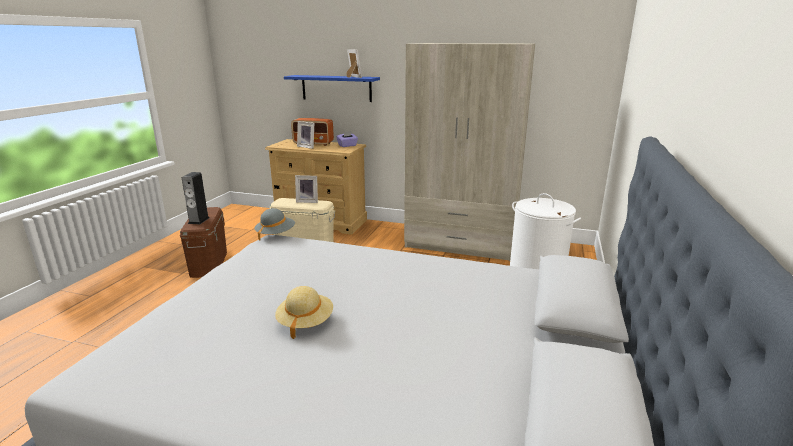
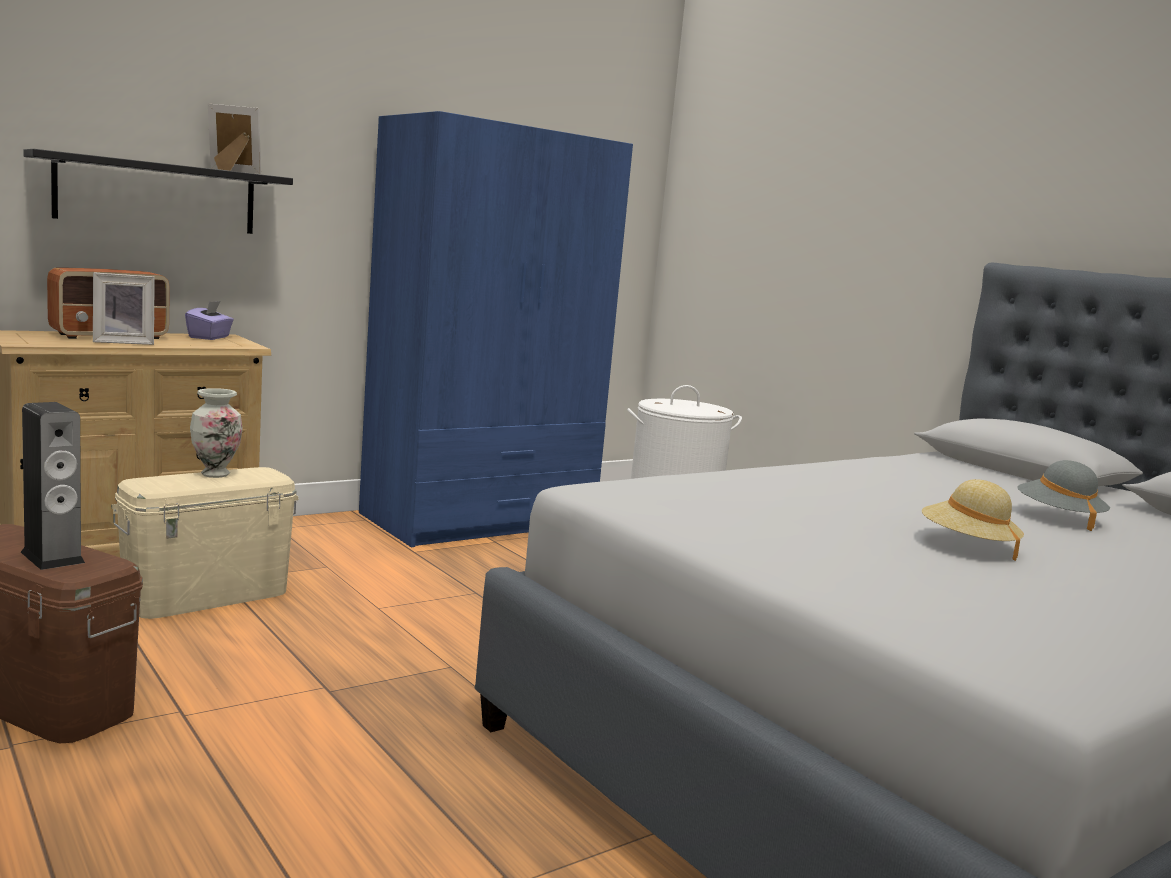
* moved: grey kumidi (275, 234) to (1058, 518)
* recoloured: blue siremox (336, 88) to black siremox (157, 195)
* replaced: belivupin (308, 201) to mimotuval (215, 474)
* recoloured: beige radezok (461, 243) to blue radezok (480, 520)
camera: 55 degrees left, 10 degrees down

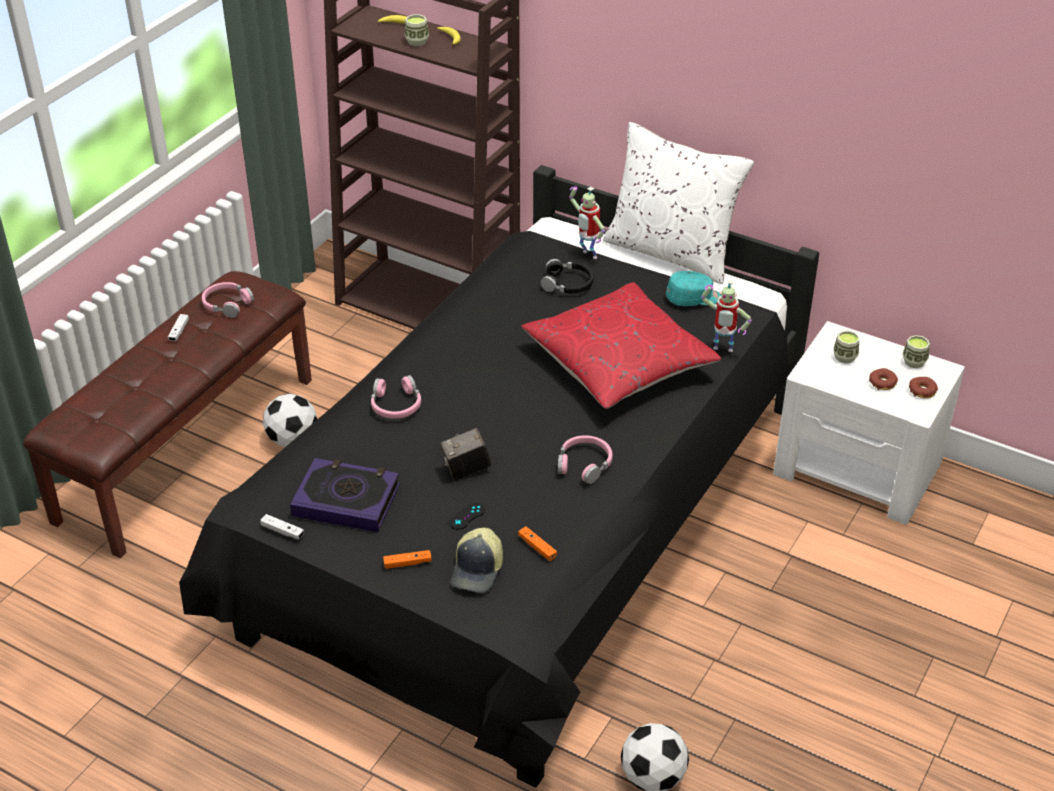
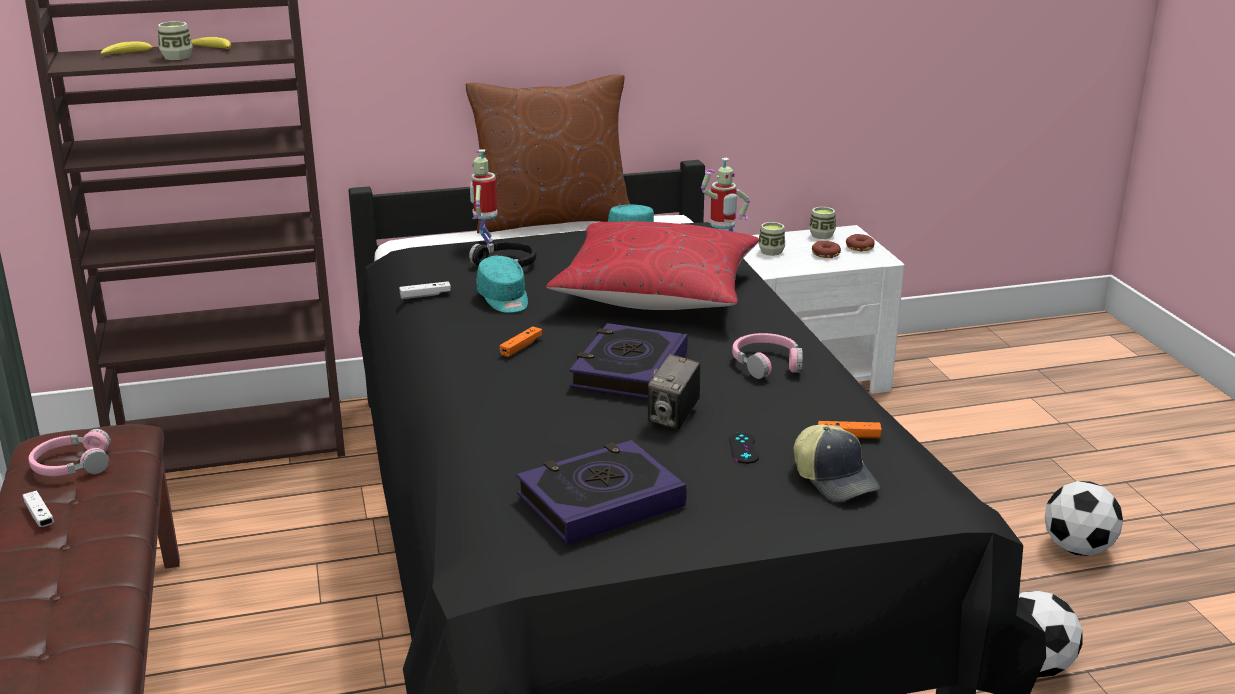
* moved: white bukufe (282, 531) to (425, 295)
* moved: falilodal (292, 440) to (1077, 549)
* removed: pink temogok (396, 405)
* moved: orange bukufe (407, 563) to (521, 347)
* turned: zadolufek (587, 255) = (485, 243) 90 degrees clockwise
* recoloured: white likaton (671, 252) to brown likaton (552, 220)
* added: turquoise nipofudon (504, 299)
* added: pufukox (629, 370)
camera: 45 degrees left, 15 degrees down

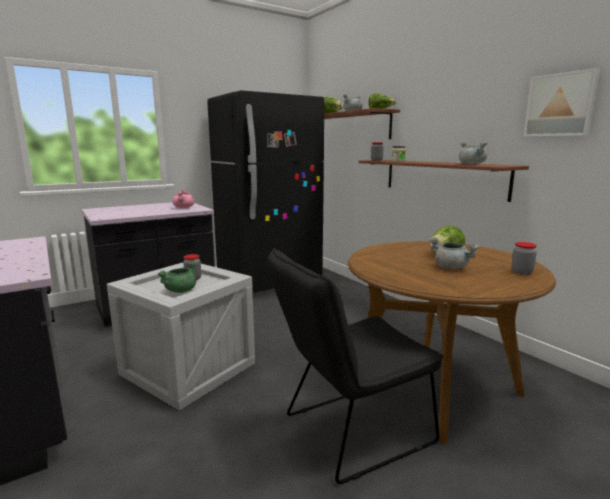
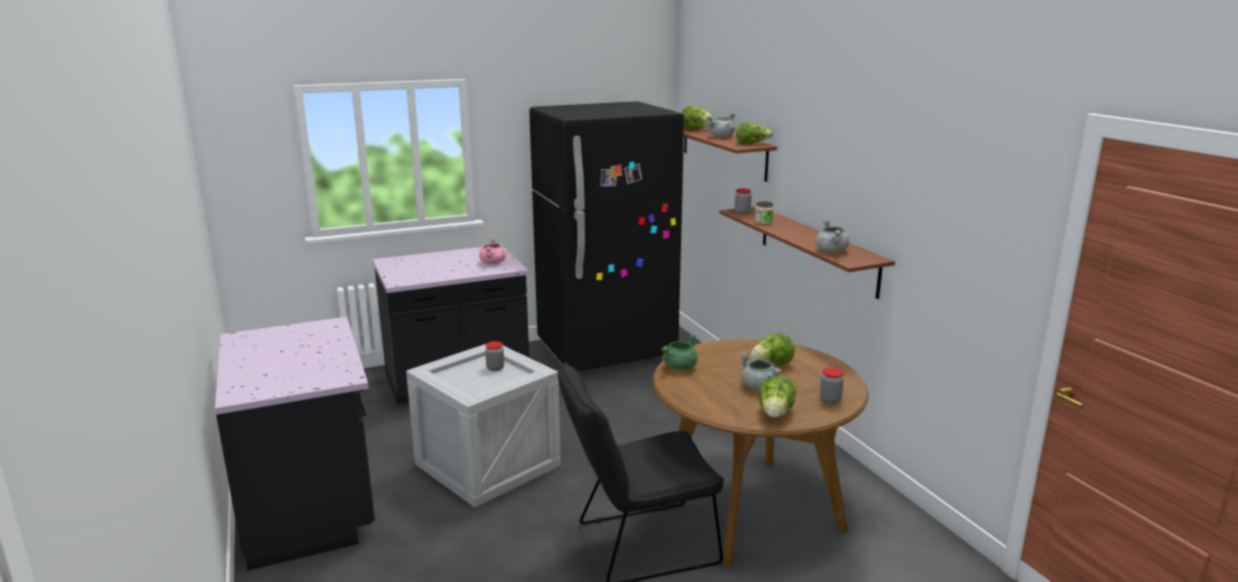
* moved: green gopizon (180, 291) to (679, 367)
* removed: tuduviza (560, 105)
* added: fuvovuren (775, 414)
camera: 10 degrees right, 5 degrees up

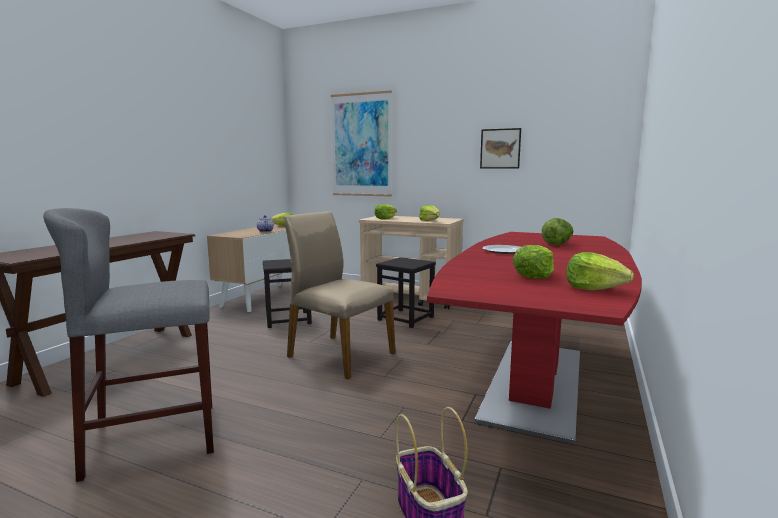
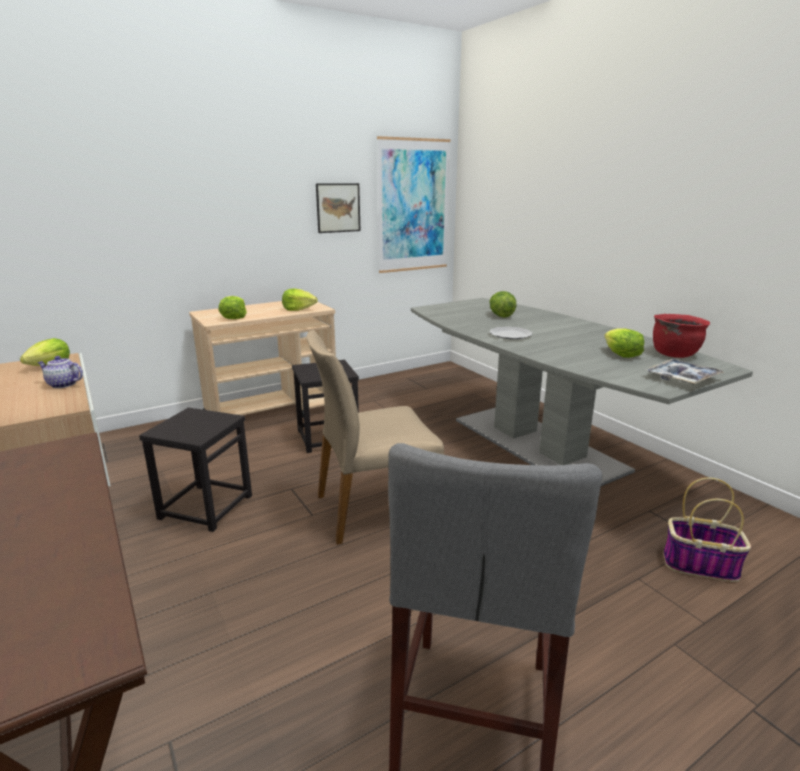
* moved: tuduviza (361, 145) to (413, 206)
* recoloured: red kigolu (535, 383) to grey kigolu (537, 444)
* replaced: fuvovuren (594, 288) to red gopizon (674, 354)
* added: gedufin (682, 378)
camera: 55 degrees left, 10 degrees up

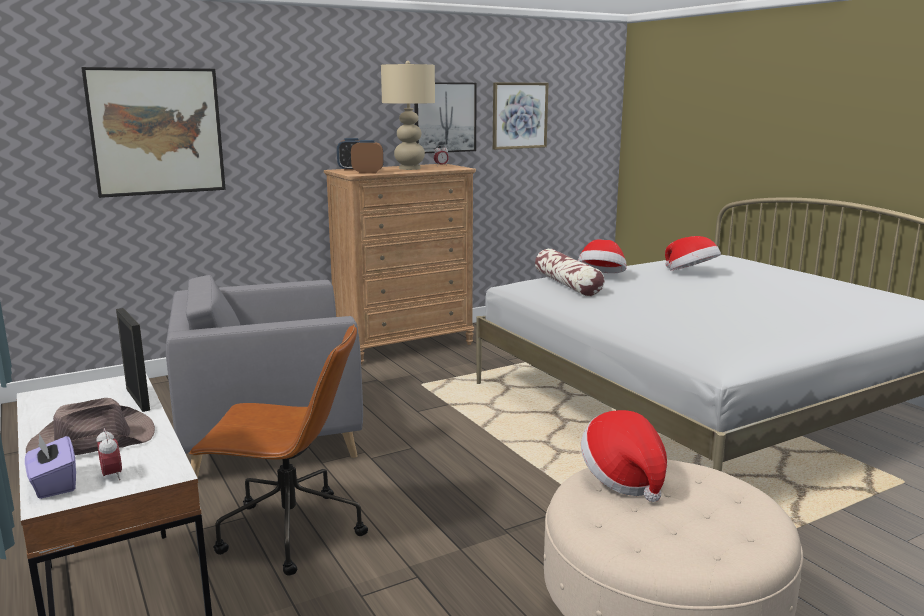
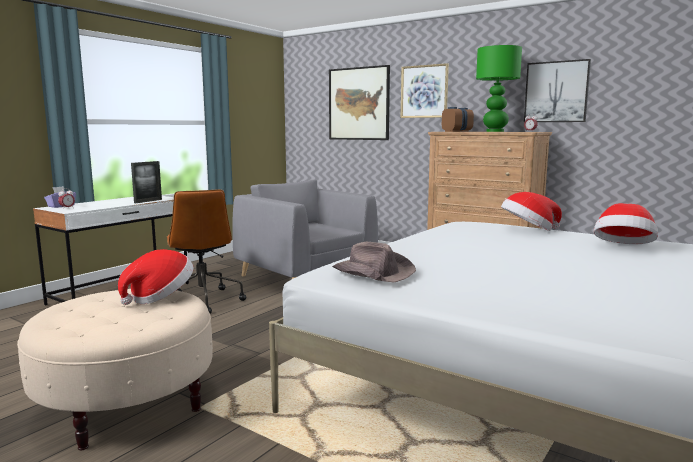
* moved: brown kumidi (91, 441) to (372, 272)
* recoloured: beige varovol (410, 168) to green varovol (495, 131)
* moved: tuduviza (519, 115) to (424, 91)
* removed: likaton (567, 284)
camera: 65 degrees right, 5 degrees down

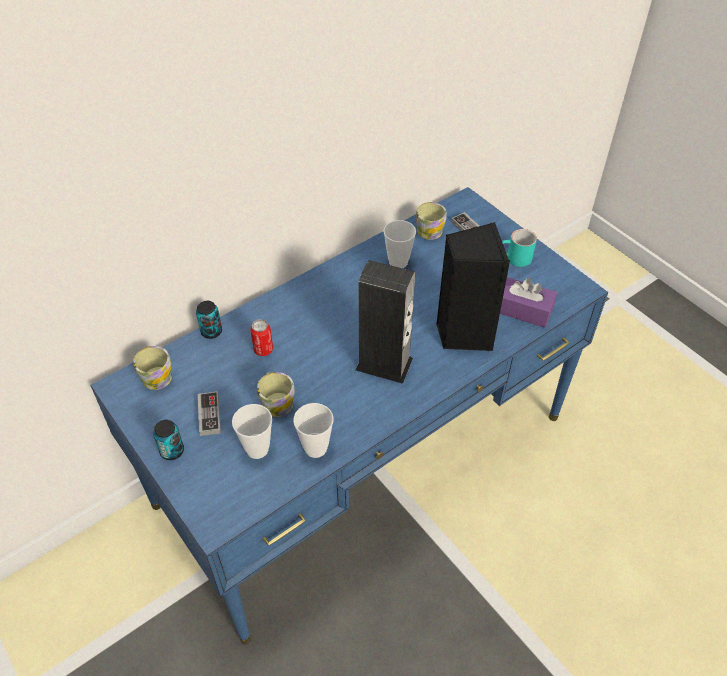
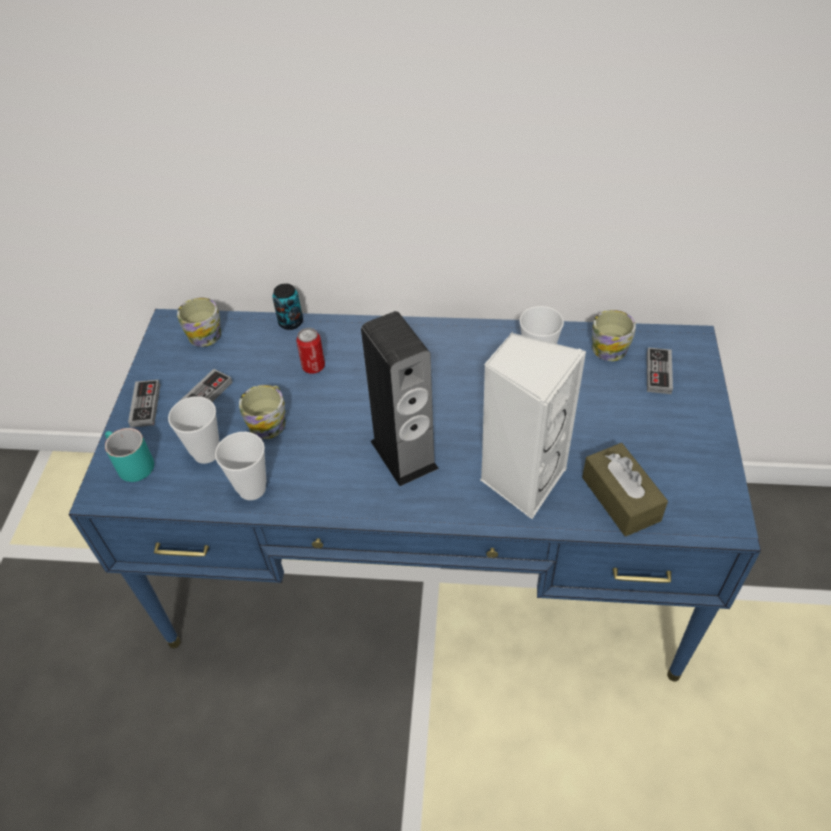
* replaced: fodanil (172, 451) to bukufe (145, 405)
* recoloured: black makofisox (463, 333) to white makofisox (521, 479)
* recoloured: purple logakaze (522, 310) to brown logakaze (620, 498)
* moved: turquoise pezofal (514, 259) to (130, 464)
camera: 45 degrees right, 0 degrees up

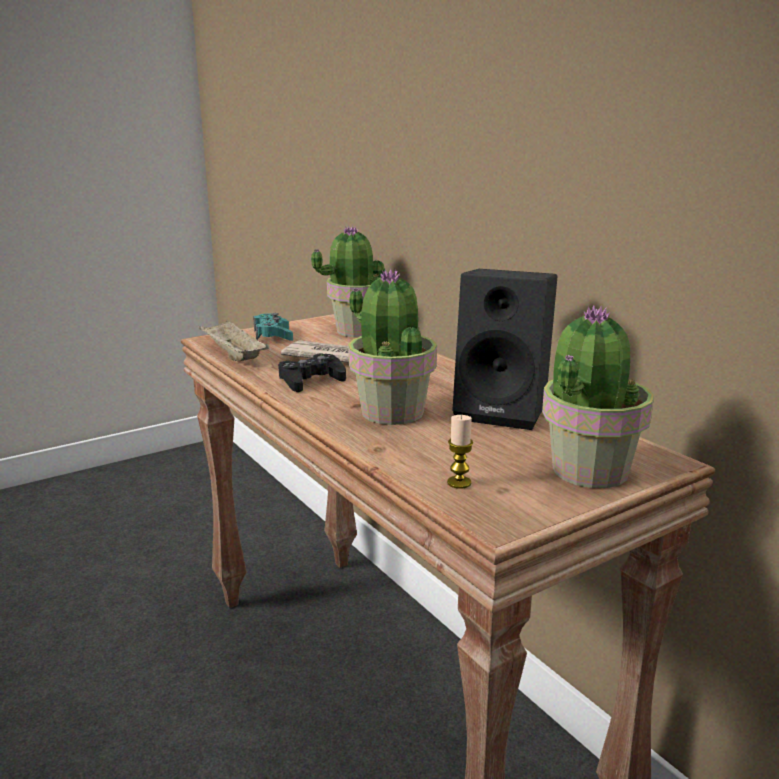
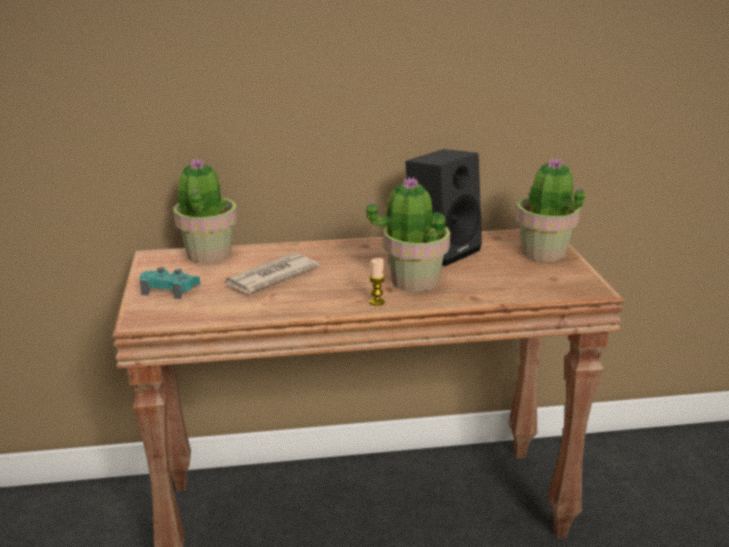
* removed: beige gedufin (233, 356)
* removed: black bukufe (311, 380)
* moved: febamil (459, 483) to (376, 302)
camera: 65 degrees left, 5 degrees up

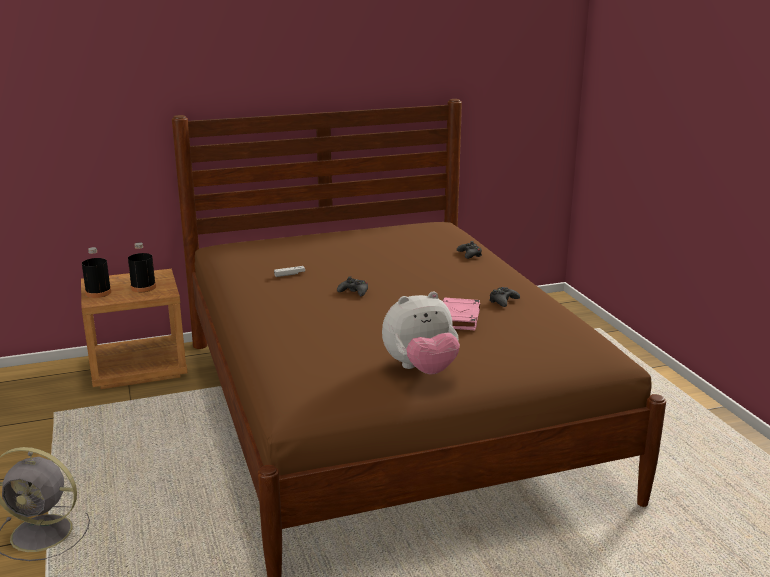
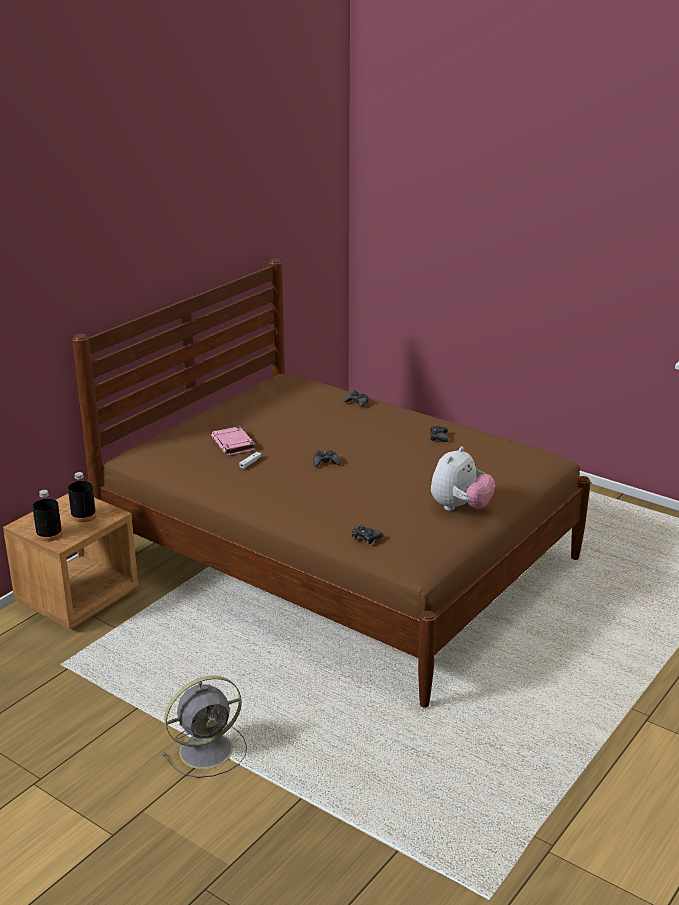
* moved: pink pufukox (458, 318) to (233, 444)
* added: black bukufe (365, 538)
camera: 35 degrees left, 5 degrees up

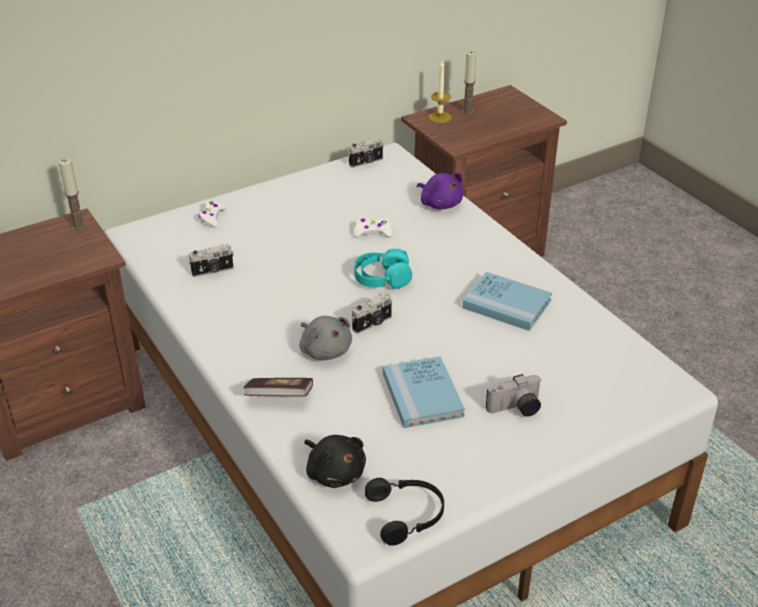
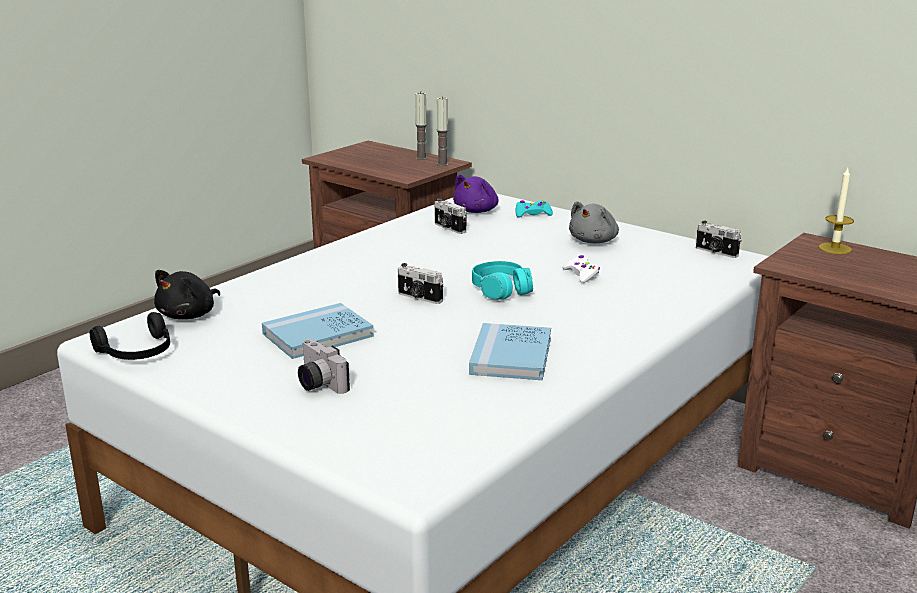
* recoloured: white bukufe (212, 217) to turquoise bukufe (532, 214)
* removed: pufukox (279, 397)
* moved: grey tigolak (325, 350) to (594, 241)
* moved: purple tigolak (440, 203) to (477, 211)
* moved: febamil (467, 111) to (421, 158)
camera: 70 degrees right, 15 degrees down

